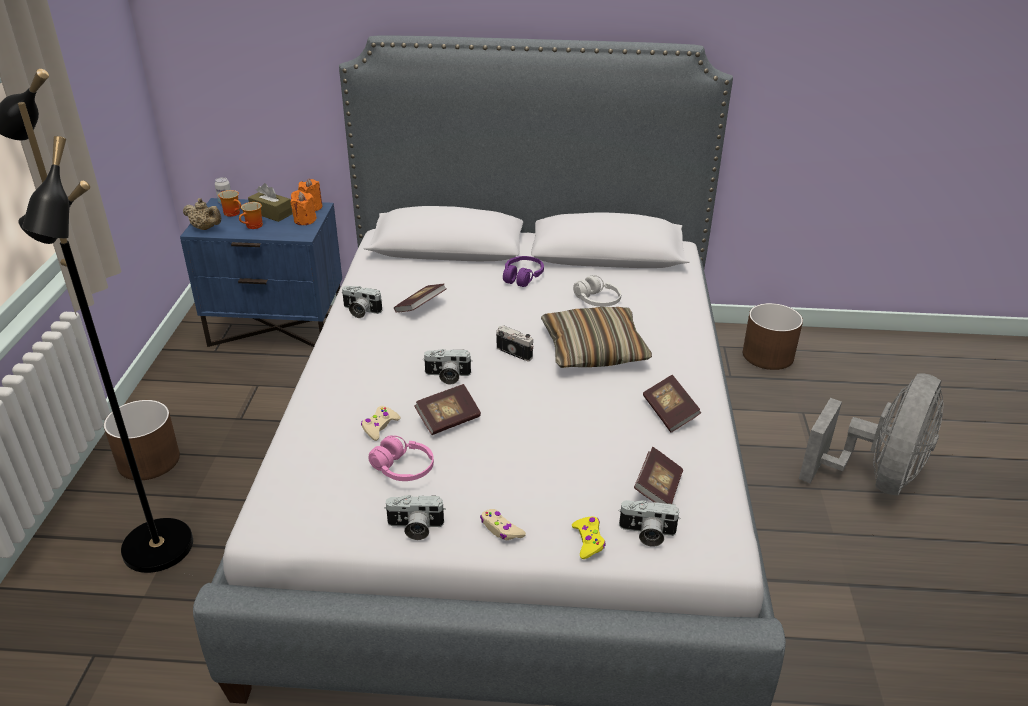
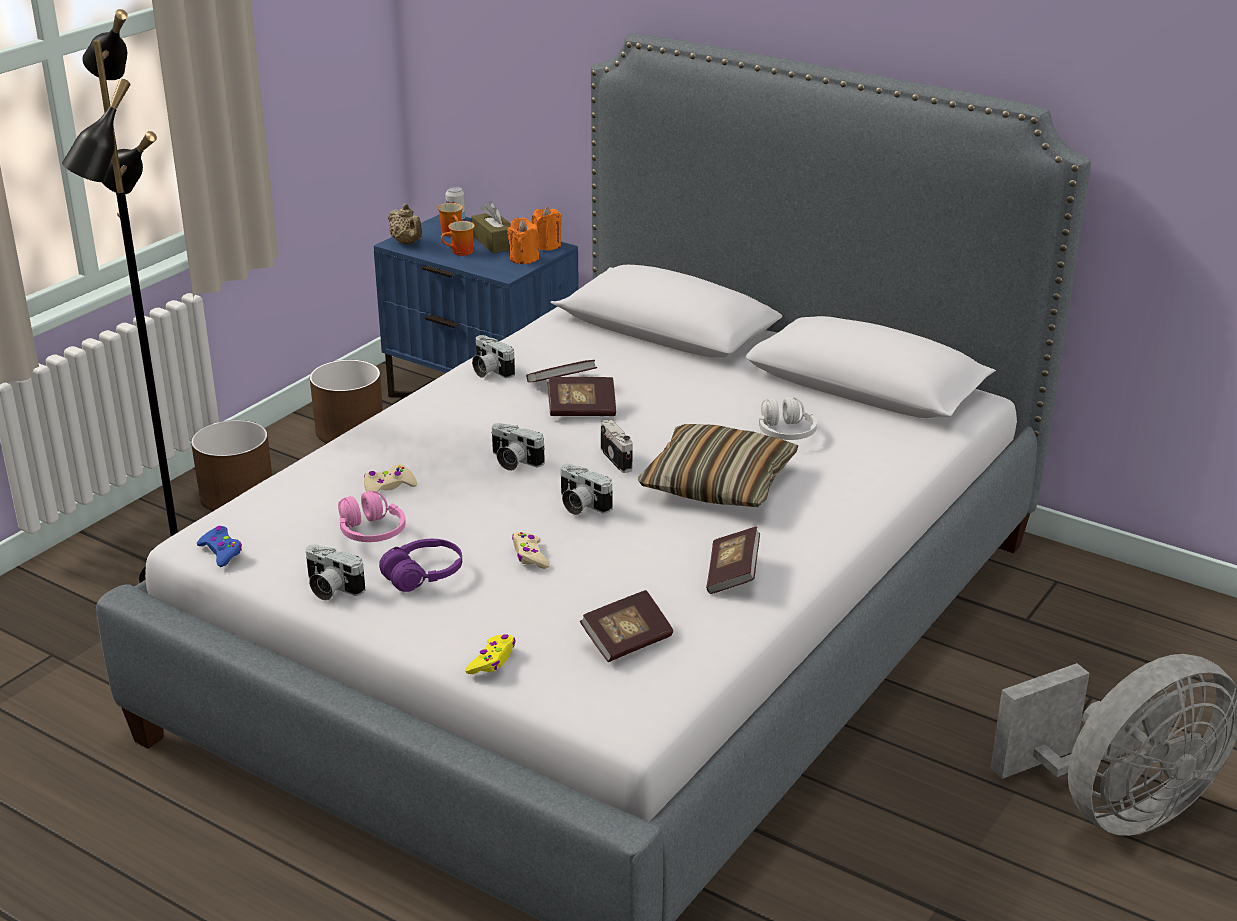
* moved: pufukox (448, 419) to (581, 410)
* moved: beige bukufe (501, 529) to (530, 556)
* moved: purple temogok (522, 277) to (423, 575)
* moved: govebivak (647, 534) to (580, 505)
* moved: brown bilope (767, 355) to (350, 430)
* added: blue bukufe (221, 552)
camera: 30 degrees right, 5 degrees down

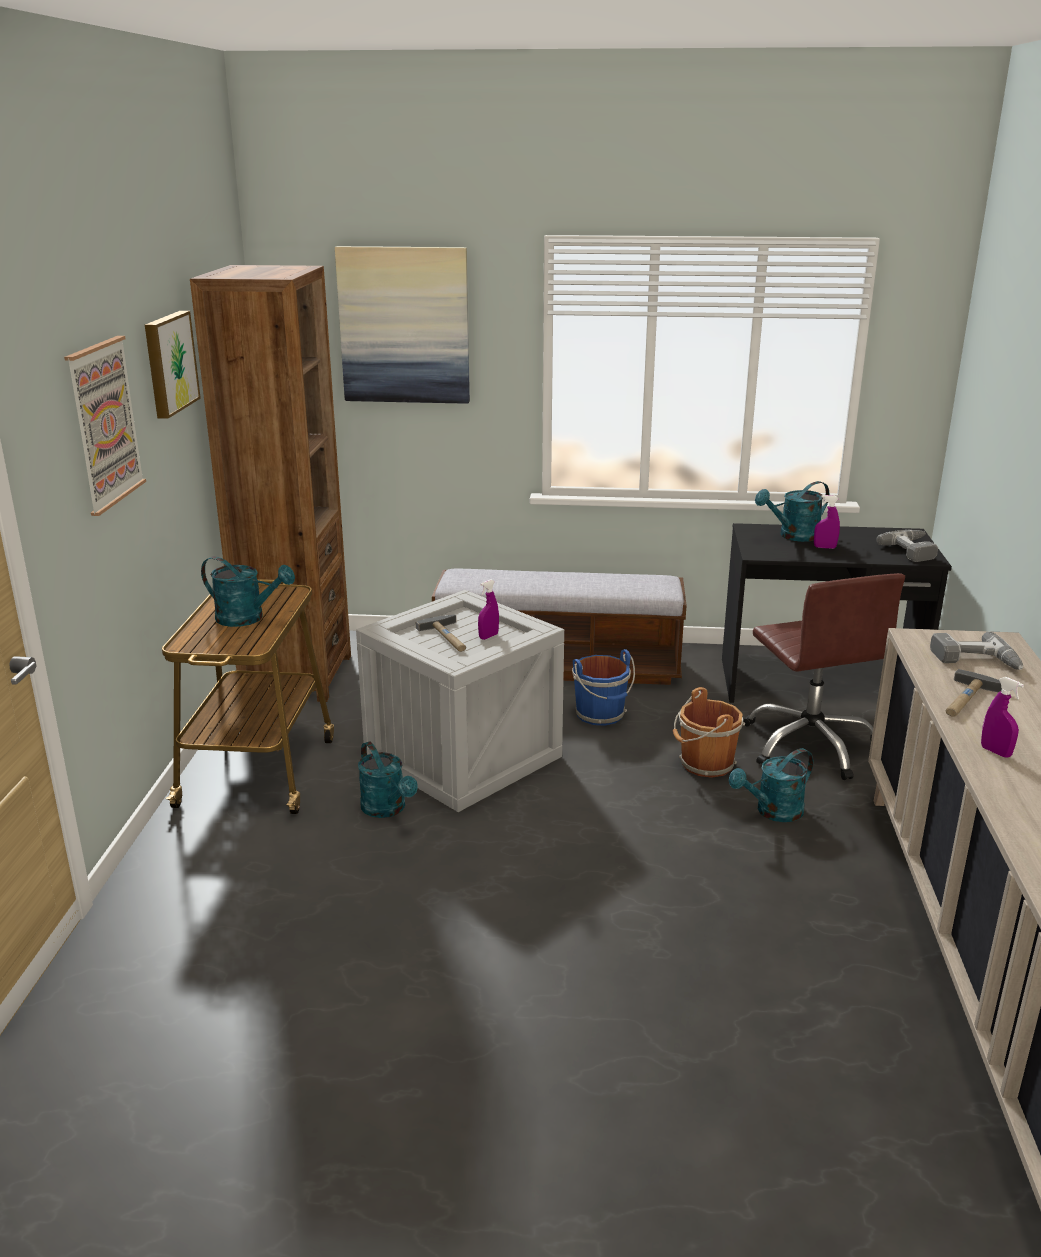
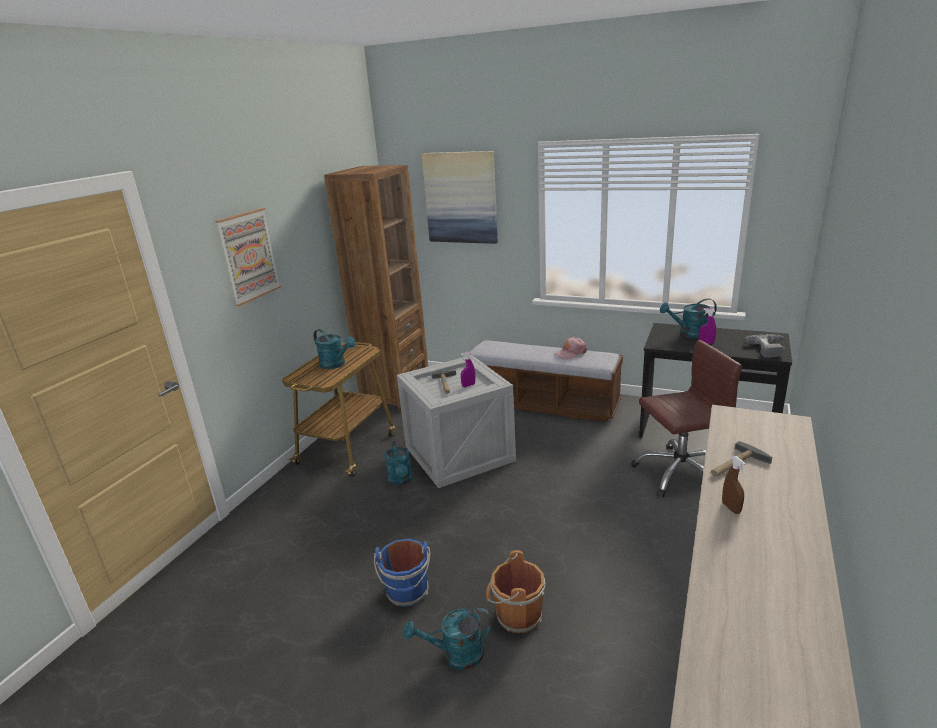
* removed: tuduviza (168, 363)
* moved: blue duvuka (601, 715) to (408, 592)
* moved: brown duvuka (704, 764) to (516, 616)
* moved: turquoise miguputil (773, 812) to (455, 655)
* turned: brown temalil (810, 744) = (679, 473) 105 degrees counterclockwise
* removed: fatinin (975, 661)
* recoloured: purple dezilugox (995, 752) to brown dezilugox (731, 508)
* added: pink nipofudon (571, 353)
camera: 20 degrees right, 0 degrees up

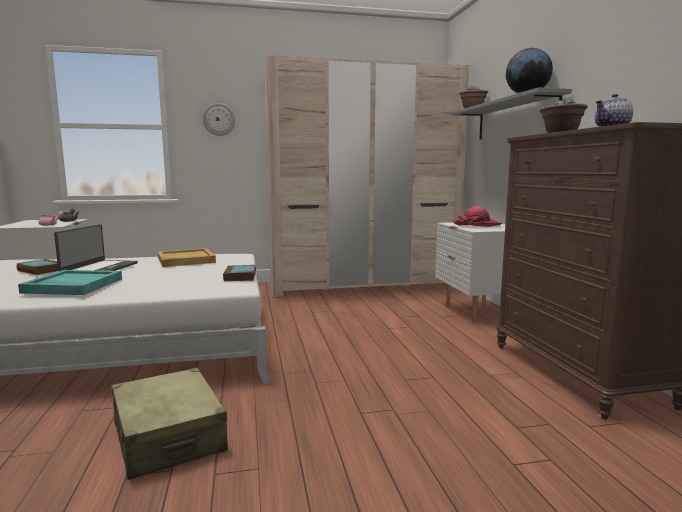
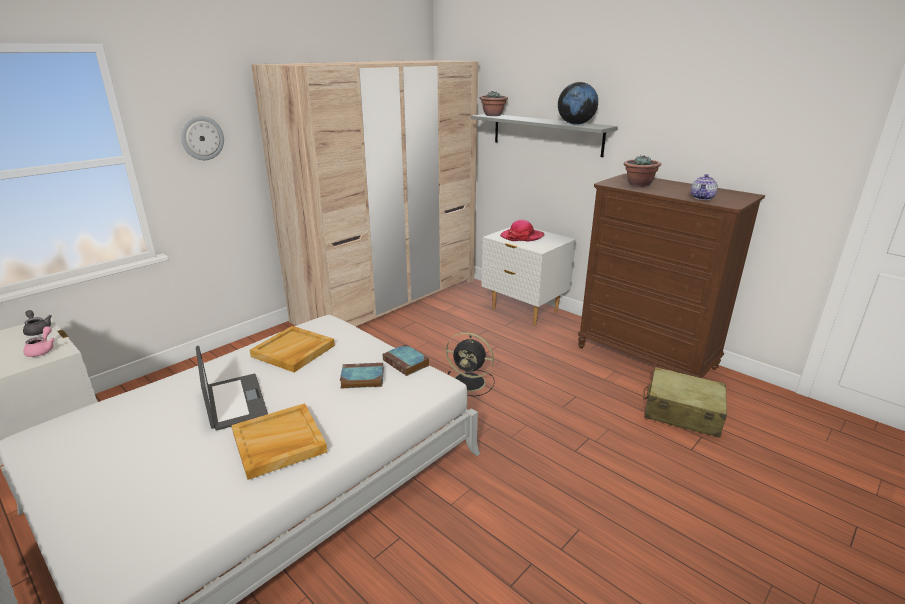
* moved: pufukox (40, 270) to (361, 379)
* recoloured: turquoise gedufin (72, 286) to beige gedufin (278, 443)
* moved: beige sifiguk (169, 437) to (682, 412)
* added: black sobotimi (470, 382)
camera: 35 degrees left, 15 degrees up

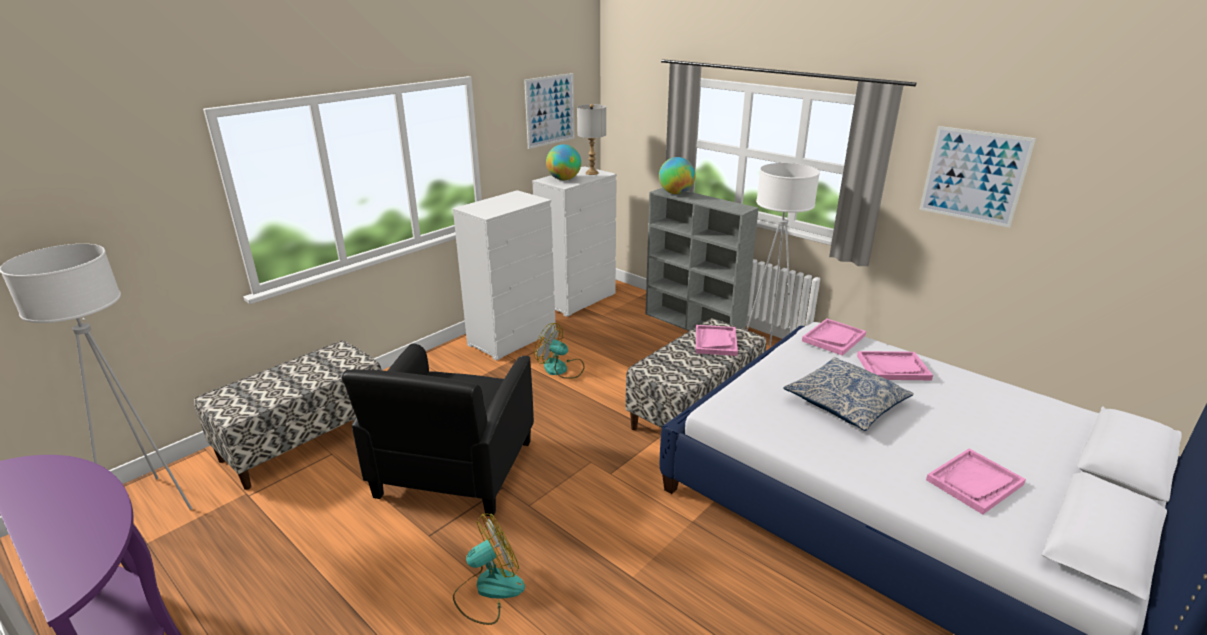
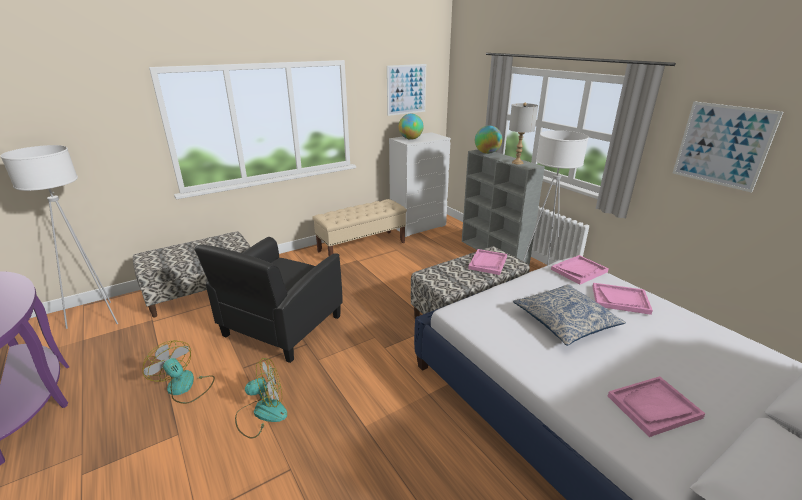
* replaced: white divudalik (512, 339) to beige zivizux (362, 247)
* moved: sobotimi (561, 369) to (185, 387)
* moved: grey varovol (592, 173) to (517, 162)
camera: 15 degrees right, 0 degrees up

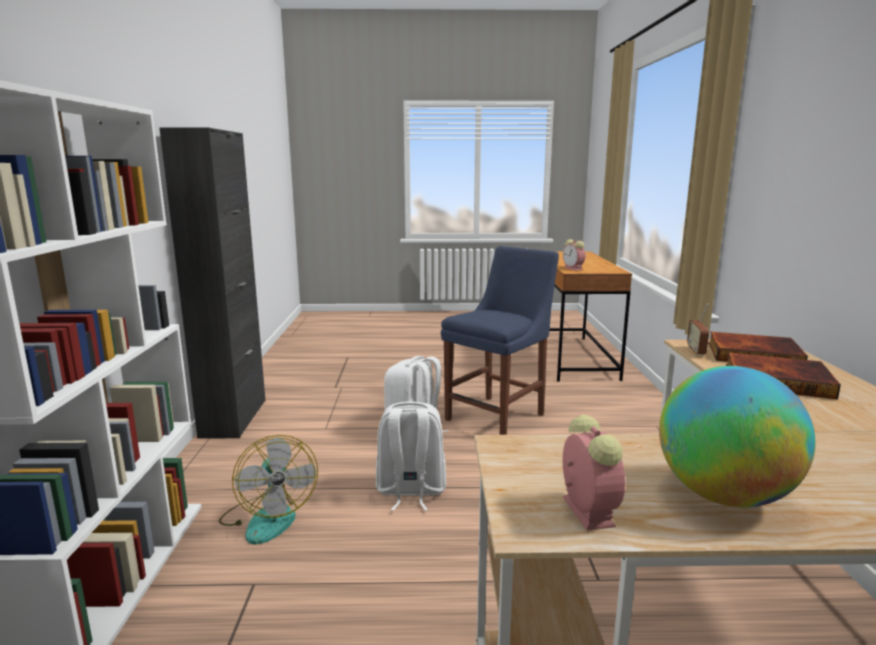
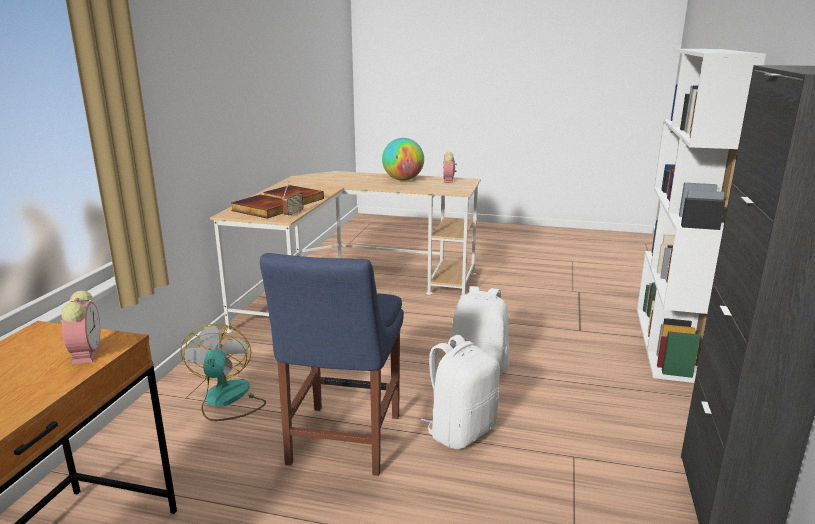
* moved: sobotimi (268, 517) to (226, 400)
* turned: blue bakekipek (498, 415) = (342, 443) 45 degrees counterclockwise
camera: 165 degrees left, 5 degrees up

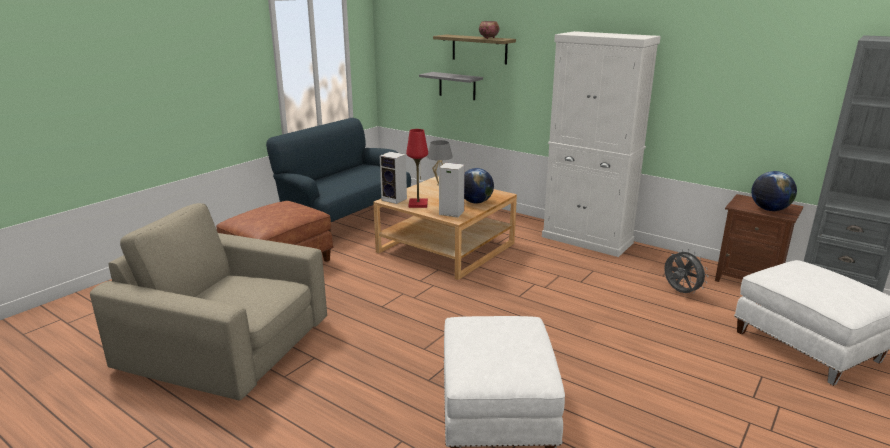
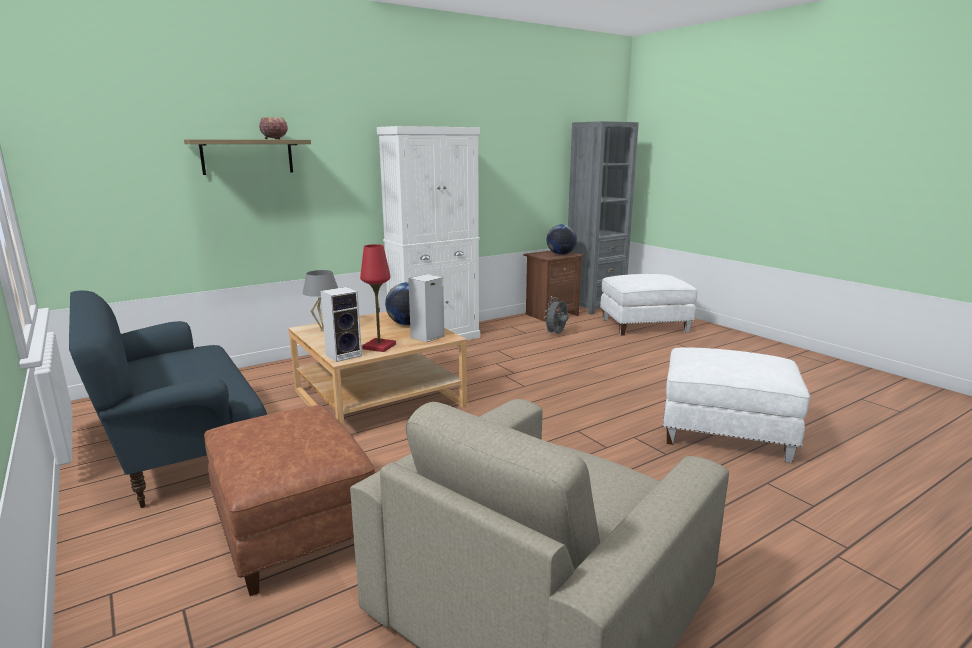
* removed: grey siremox (457, 86)
* turned: grey sobotimi (680, 292) = (556, 334) 45 degrees counterclockwise
camera: 70 degrees left, 5 degrees down

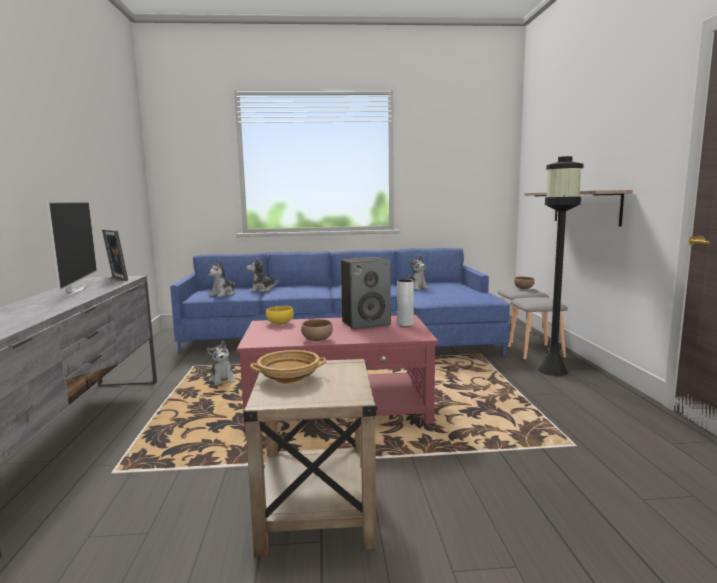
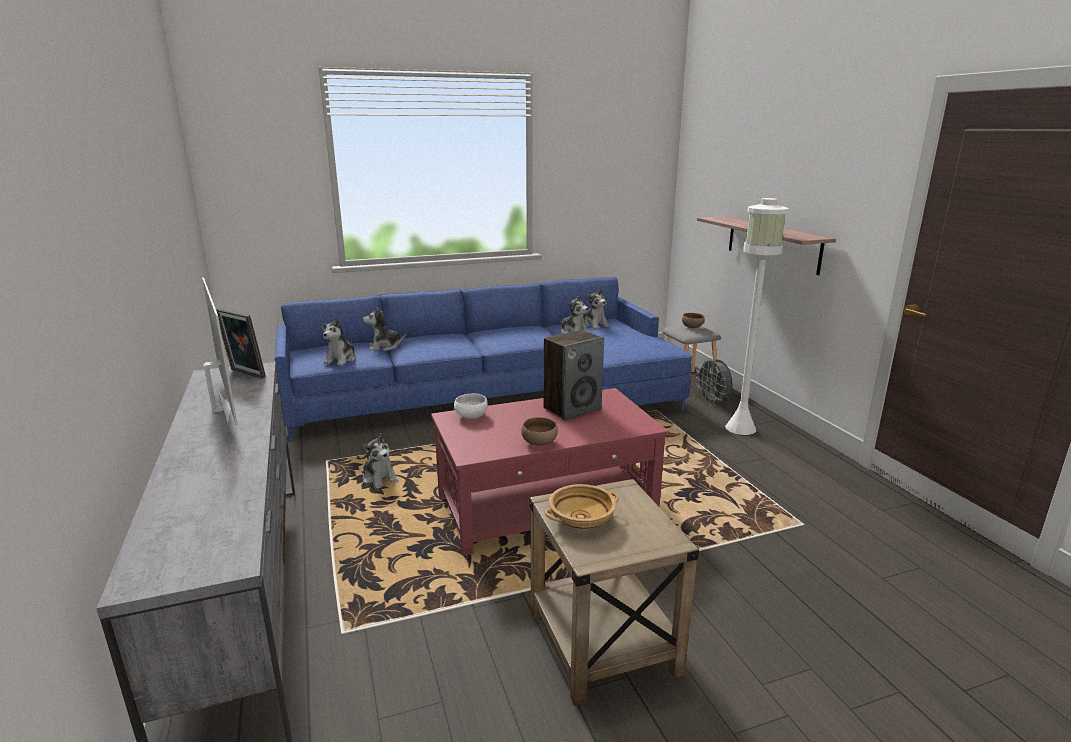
* recoloured: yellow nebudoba (279, 323) to white nebudoba (470, 416)
* removed: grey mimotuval (405, 324)
* replaced: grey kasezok (536, 352) to grey sobotimi (713, 403)
* recoloured: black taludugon (553, 371) to white taludugon (741, 428)
* added: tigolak (594, 324)
camera: 15 degrees left, 10 degrees up

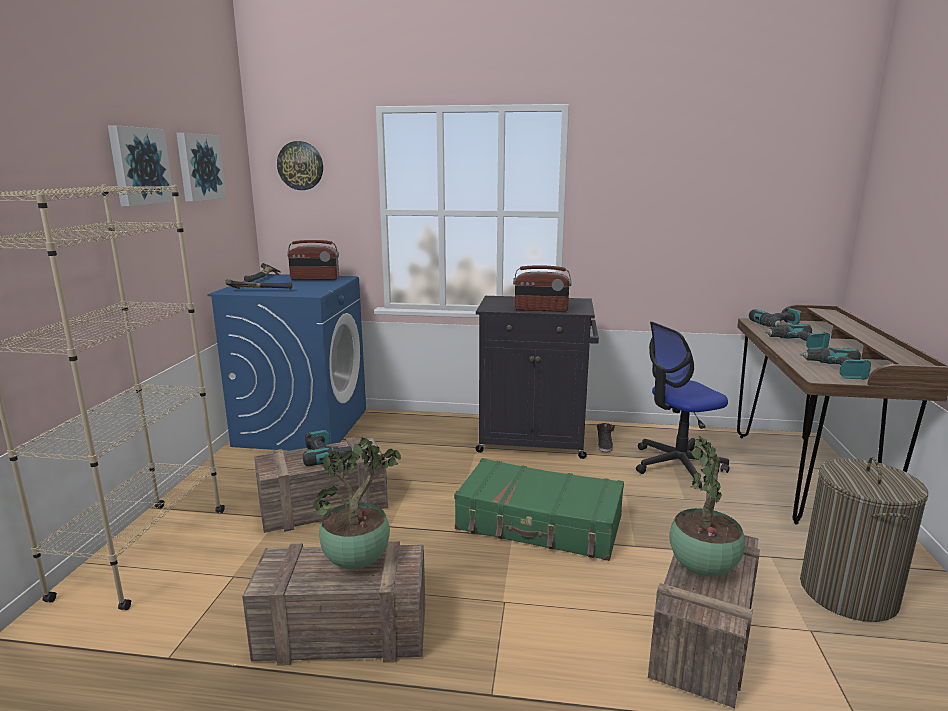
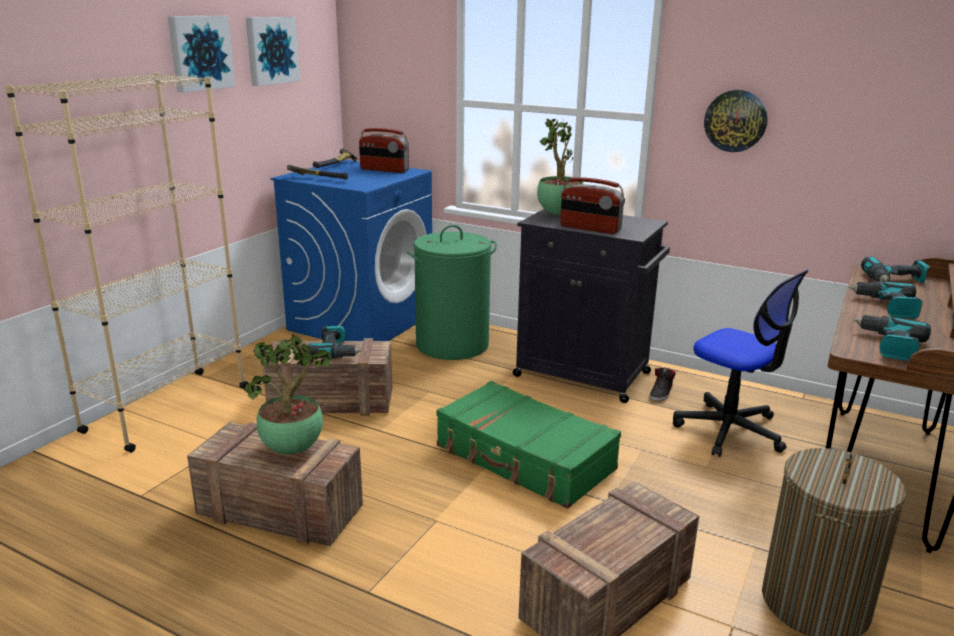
* moved: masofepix (300, 165) to (735, 121)
* turned: temalil (677, 465) = (730, 430) 135 degrees counterclockwise
* moved: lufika (703, 570) to (559, 215)
* added: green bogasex (452, 344)
camera: 20 degrees right, 5 degrees up

